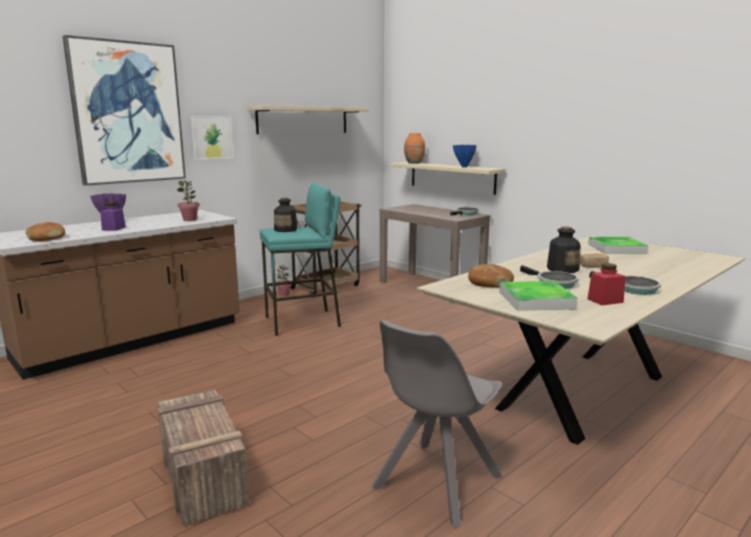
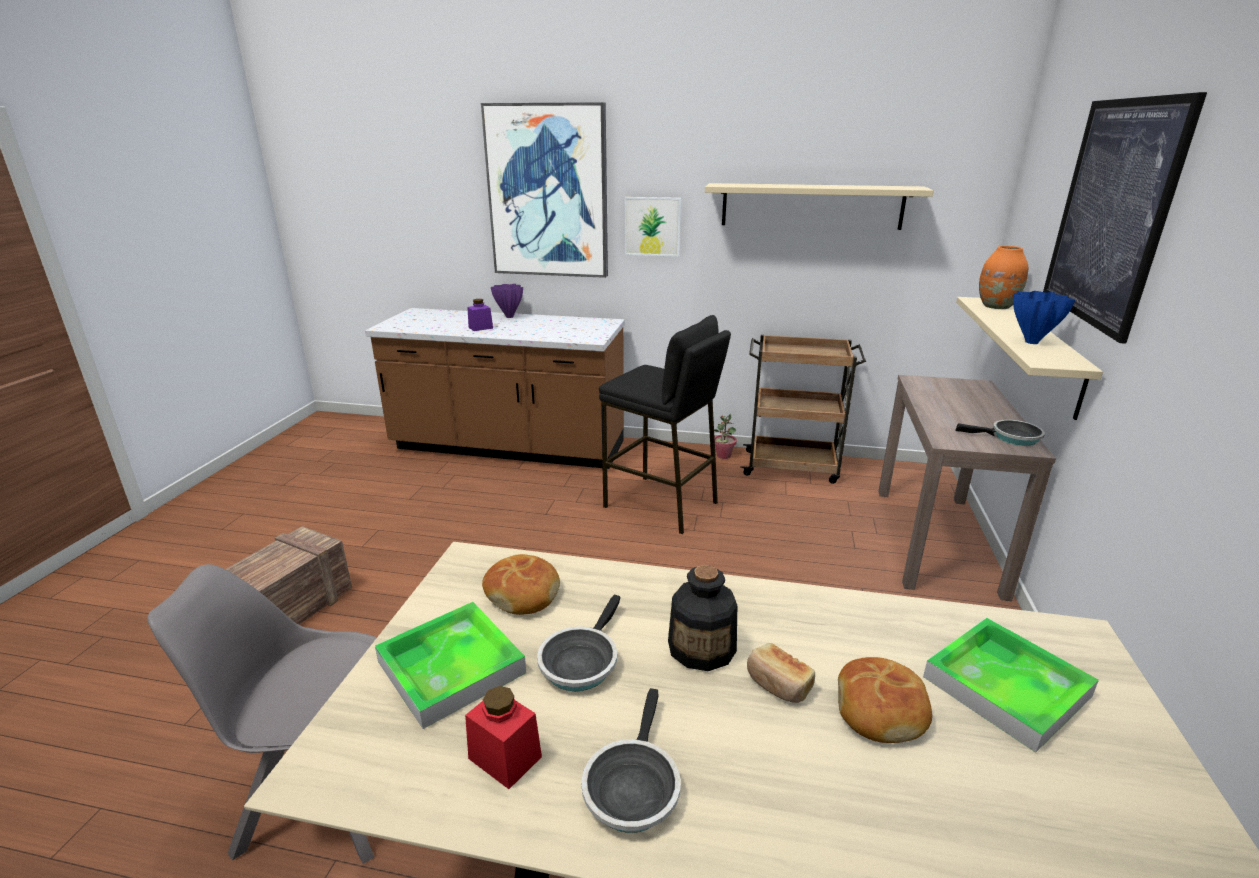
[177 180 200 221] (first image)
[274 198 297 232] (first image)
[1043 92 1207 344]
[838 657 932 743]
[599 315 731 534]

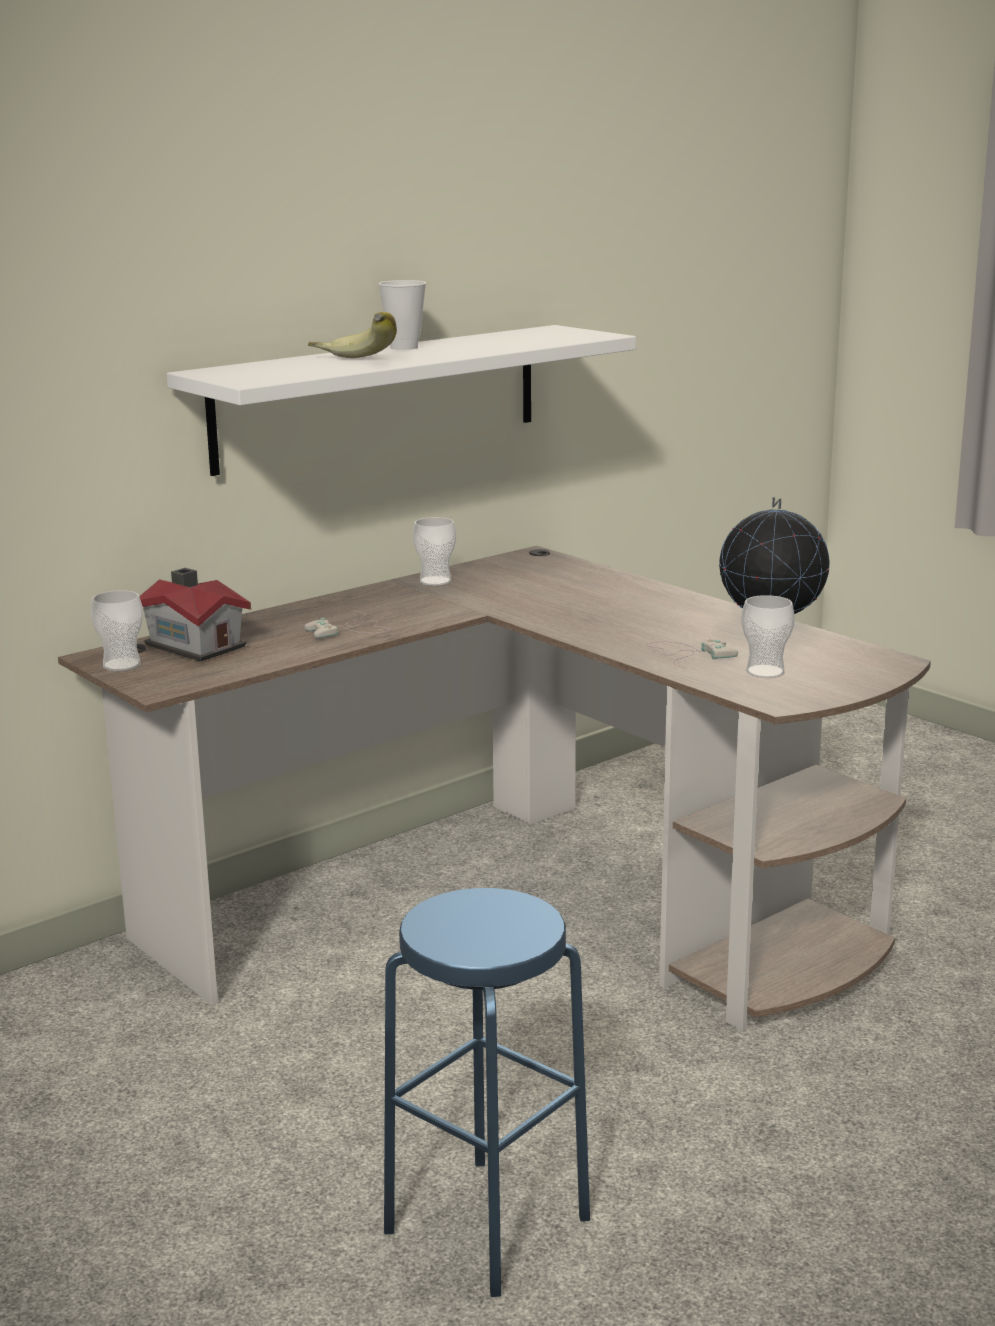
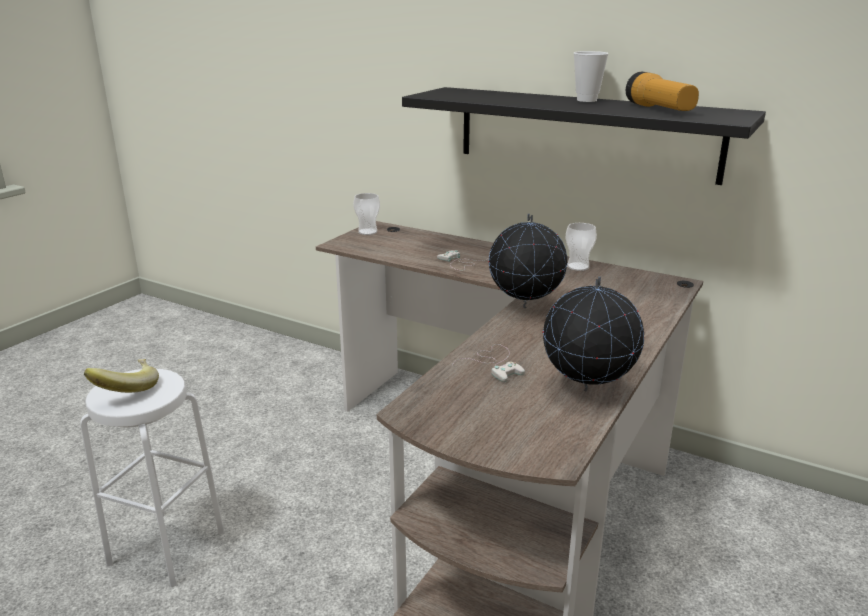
[139 568 251 661] (first image)
[741 595 795 678] (first image)
[488 213 567 308]
[626 72 699 111]
[84 359 159 393]
[402 87 766 185]
[80 369 224 587]

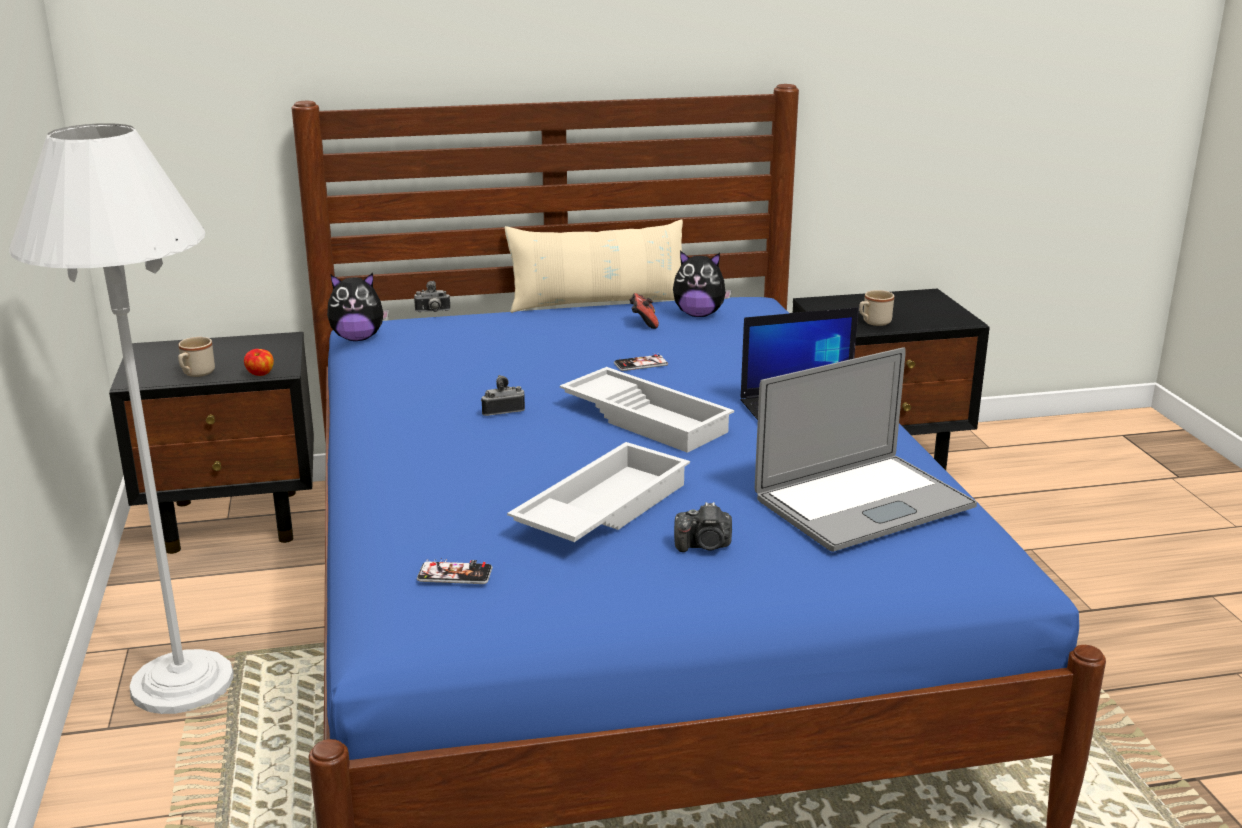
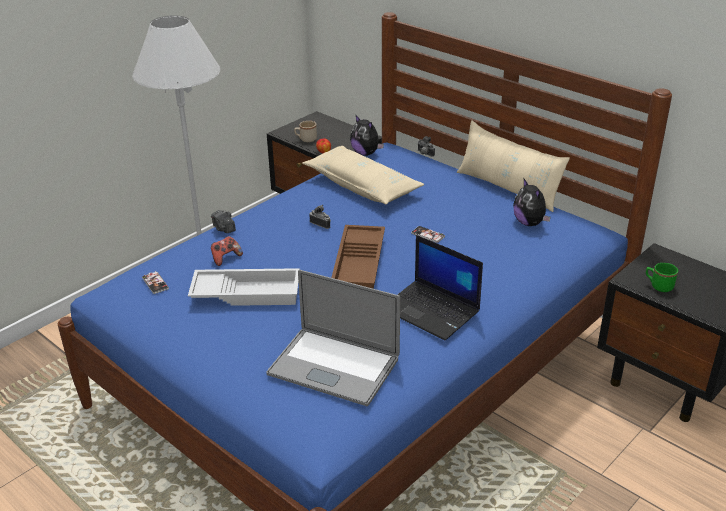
[302 146 424 205]
[211 236 243 266]
[211 210 236 233]
[331 225 385 289]
[646 263 678 292]

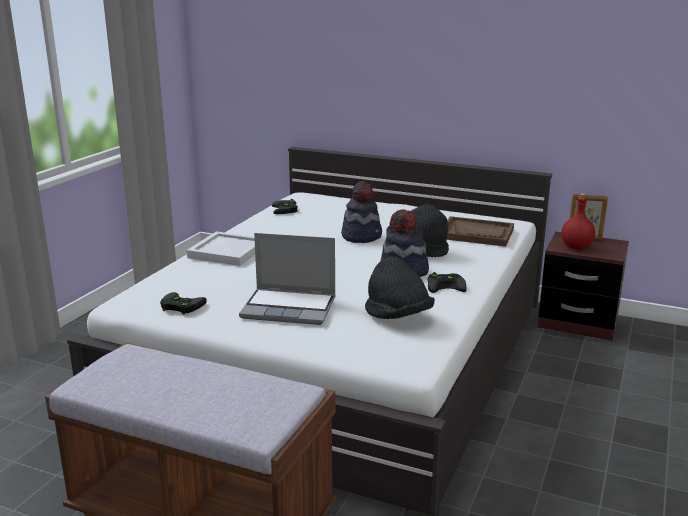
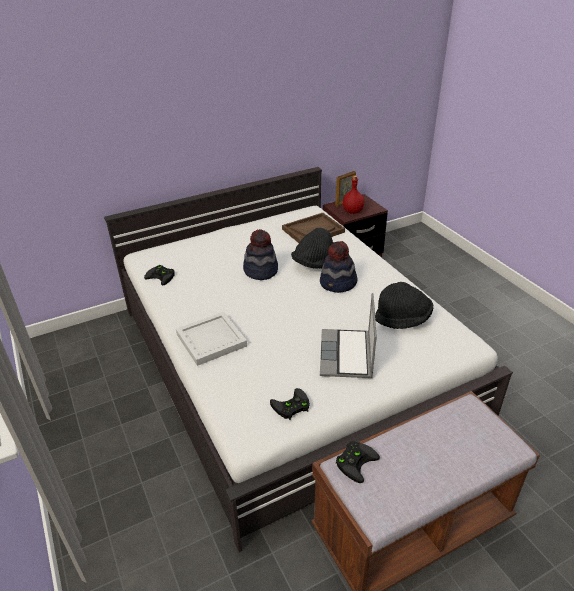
[336 441 380 483]
[320 293 377 378]

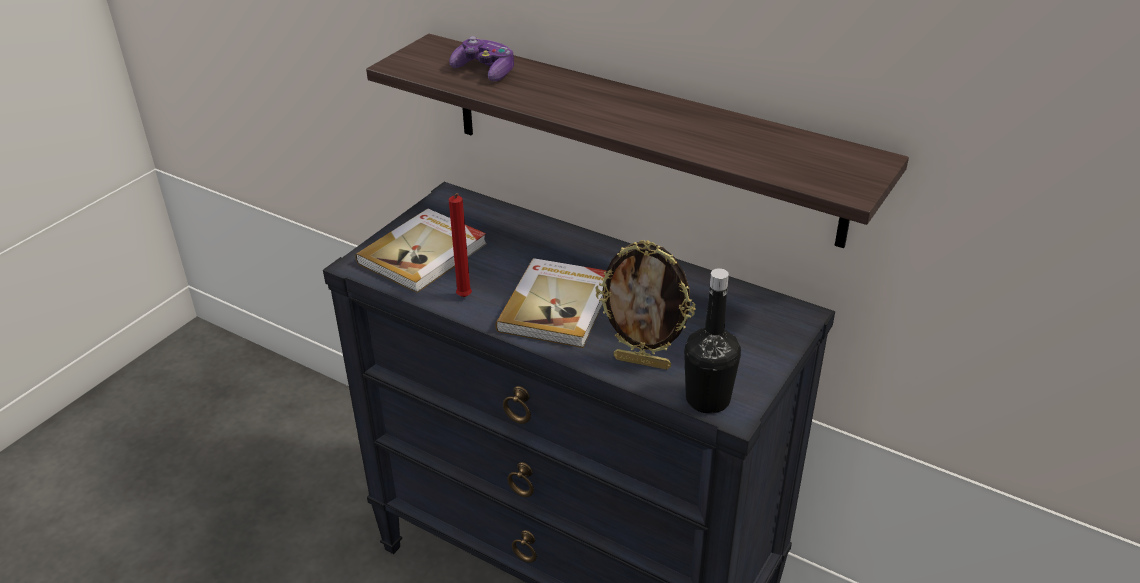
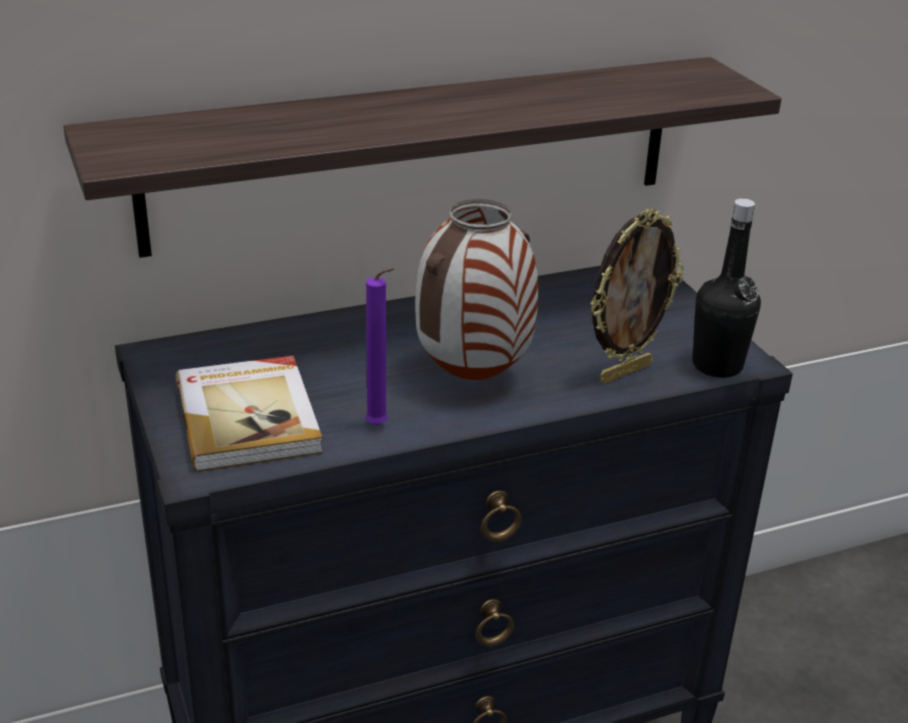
[449 36 514 81] (first image)
[415 199 538 380]
[365 268 394 426]

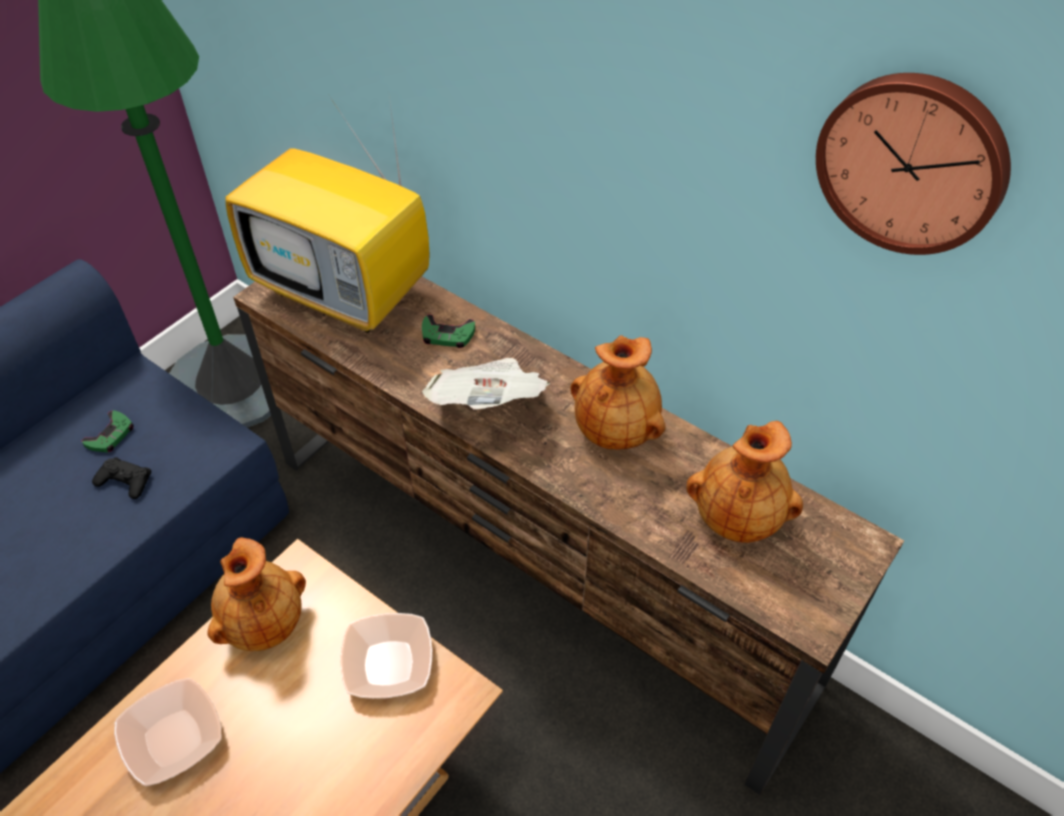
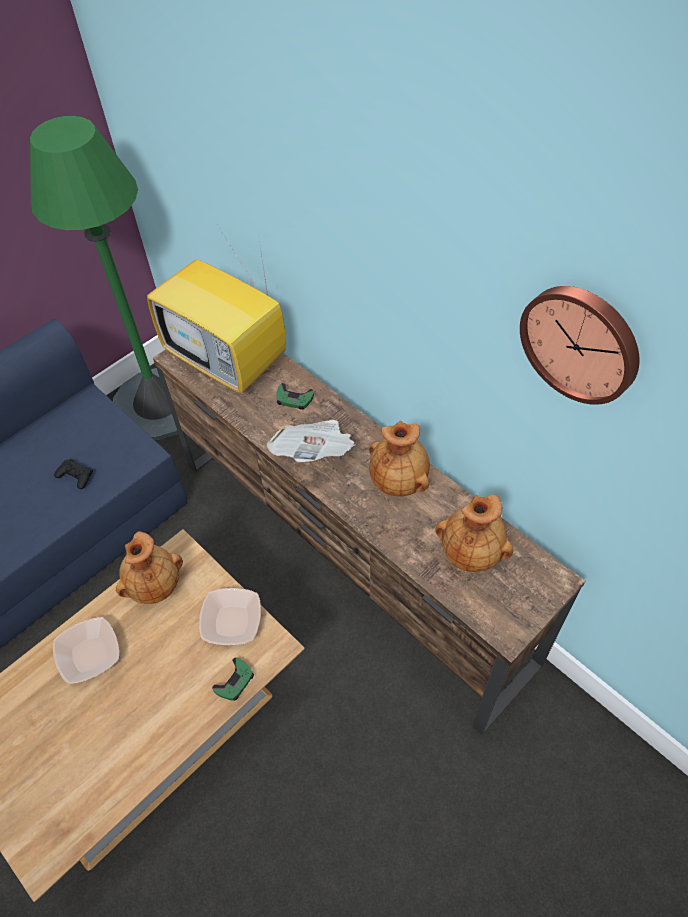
[212 657 254 701]

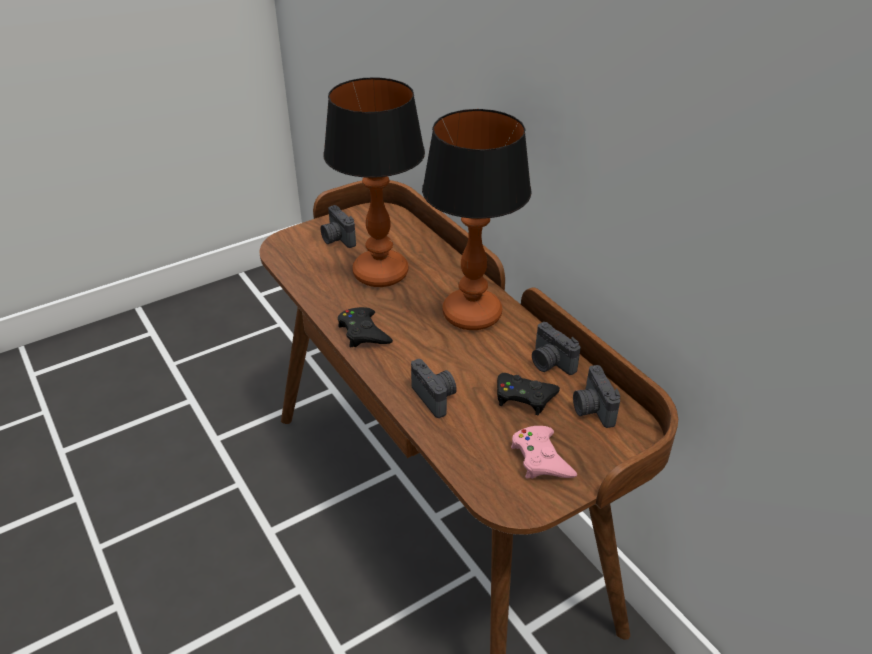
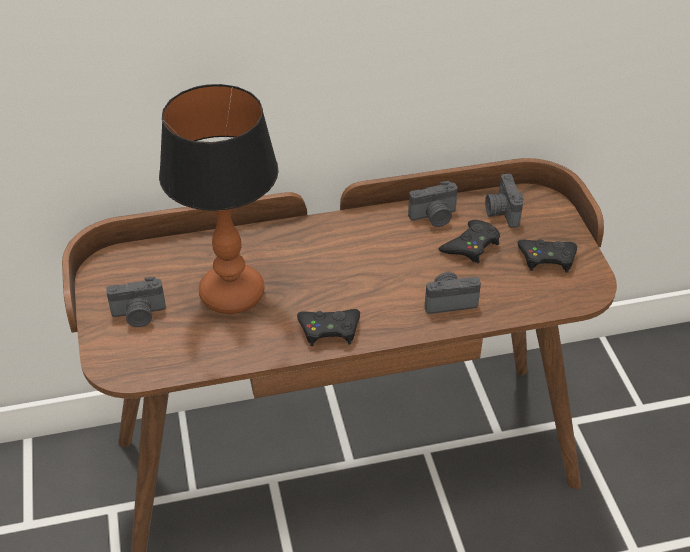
[422 109 532 330] (first image)
[518 239 577 273]
[485 174 524 228]

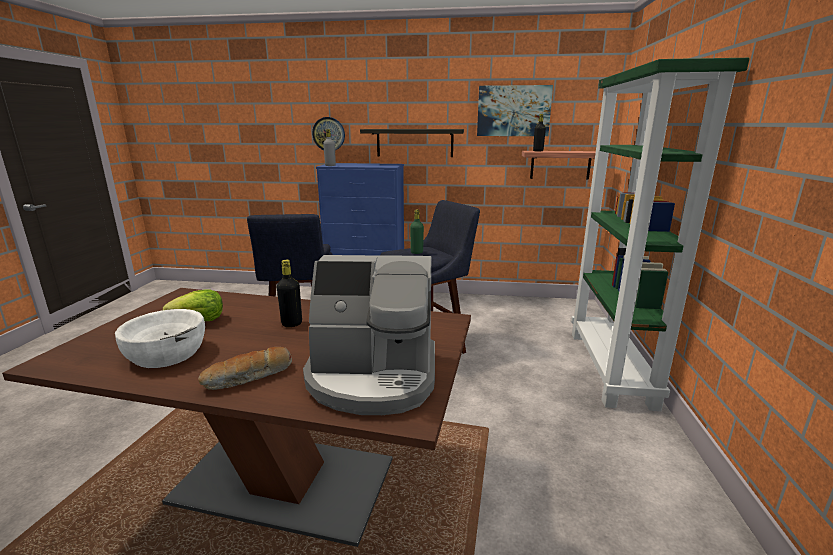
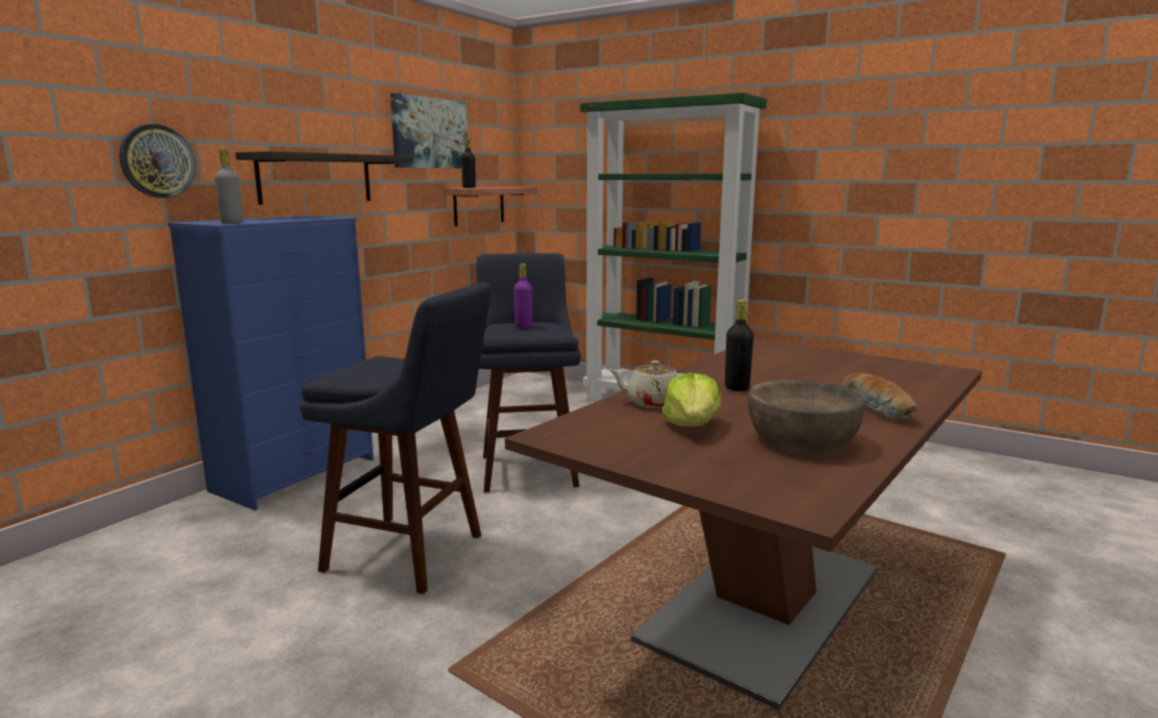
[303 255 435 415] (first image)
[608 361 683 408]
[748 380 865 455]
[514 263 533 328]

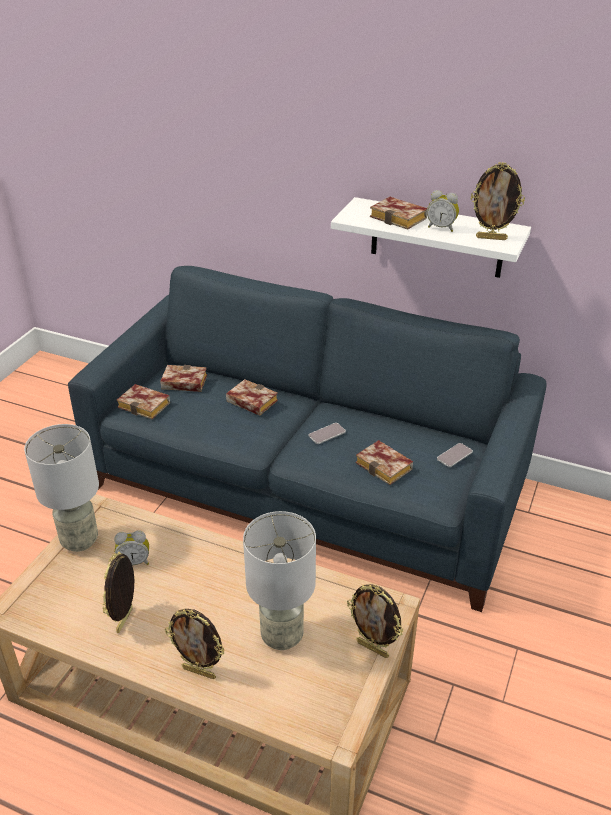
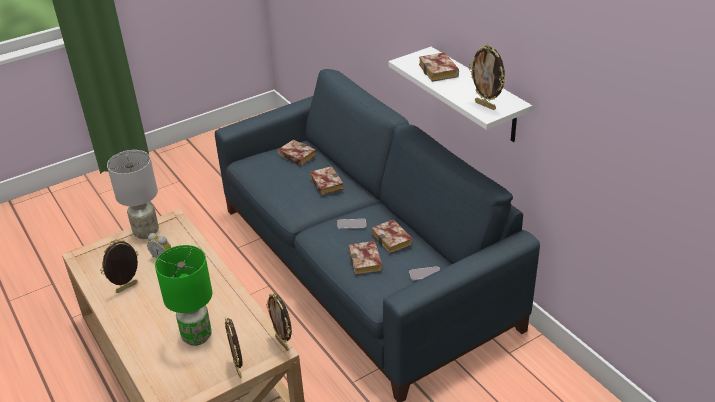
[427 190 459 232] (first image)
[371 219 413 254]
[266 293 292 351]
[155 245 212 346]

